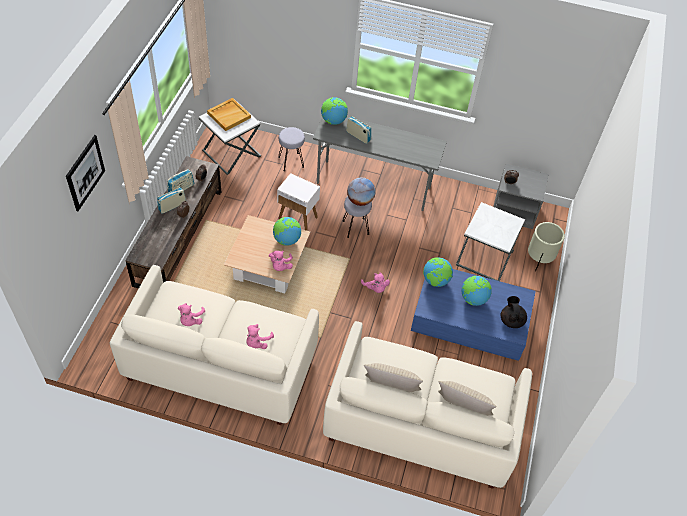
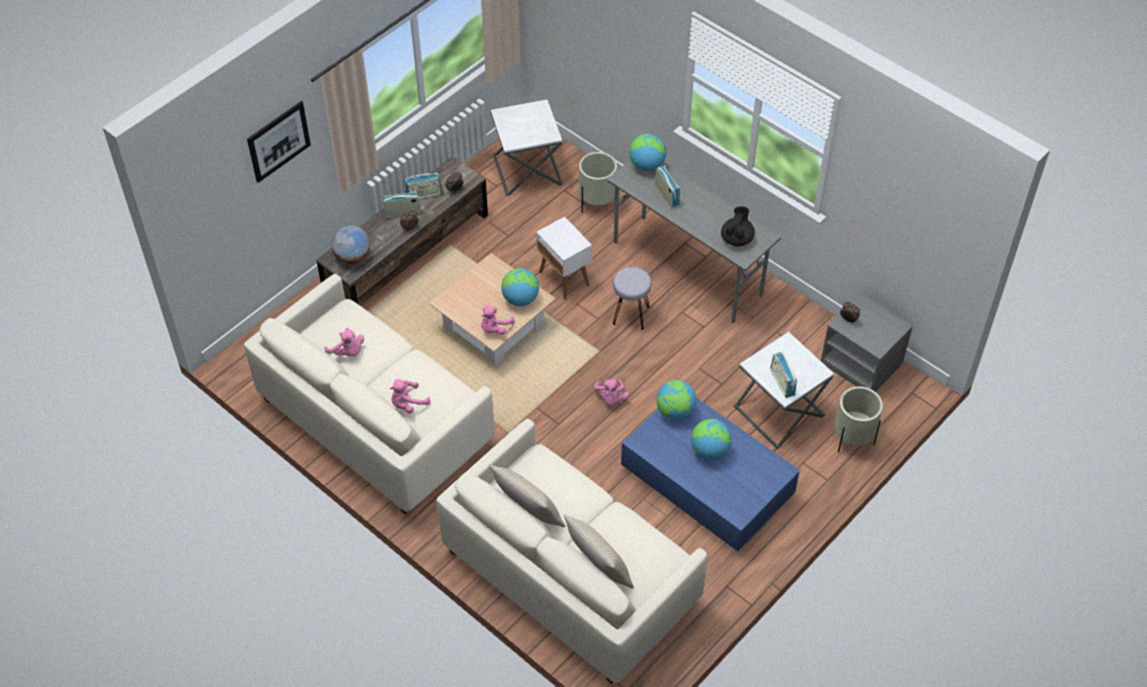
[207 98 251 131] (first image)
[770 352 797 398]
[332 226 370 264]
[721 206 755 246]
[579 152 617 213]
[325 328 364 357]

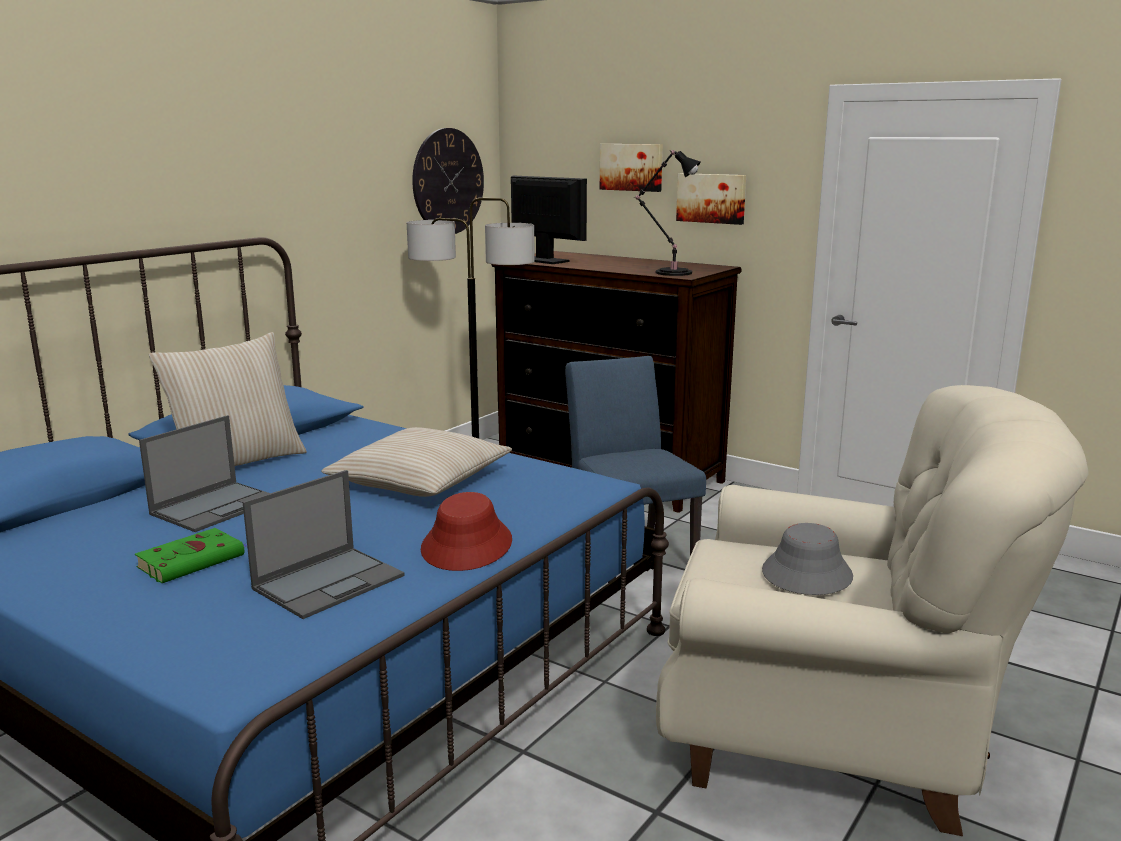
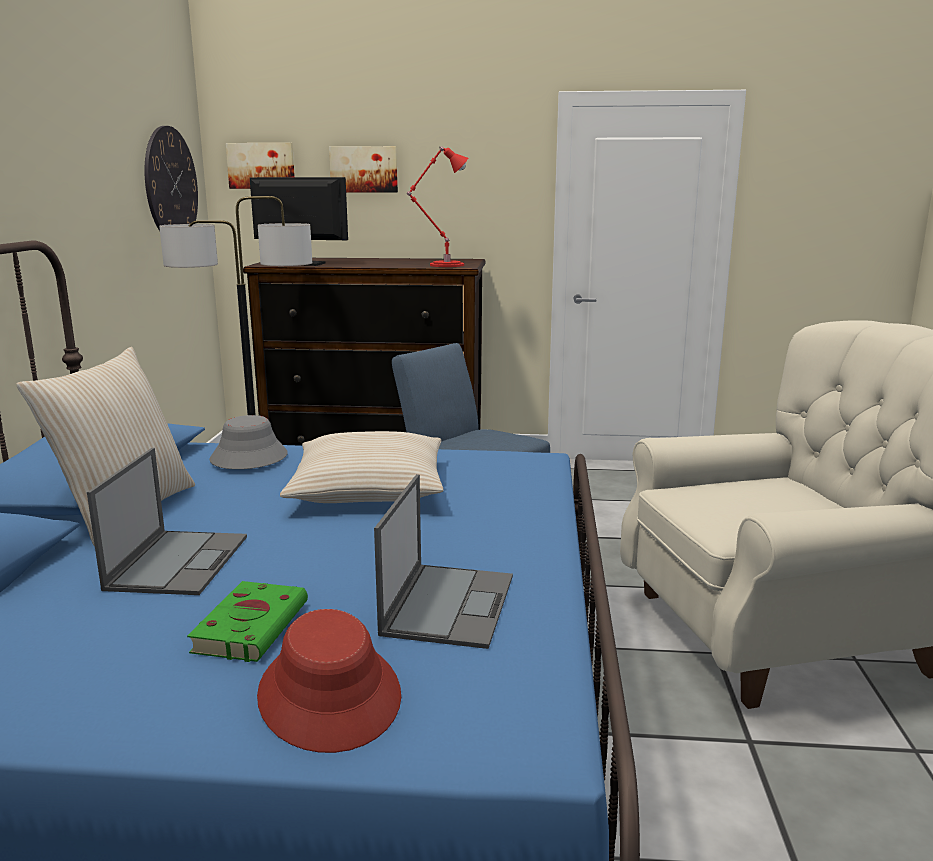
[257 609 401 753]
[226 143 295 189]
[210 415 288 469]
[406 147 468 267]

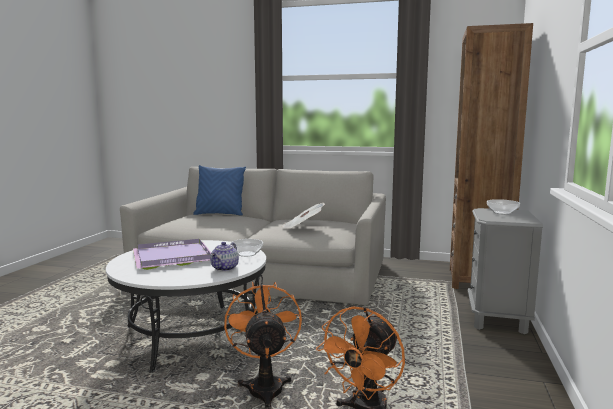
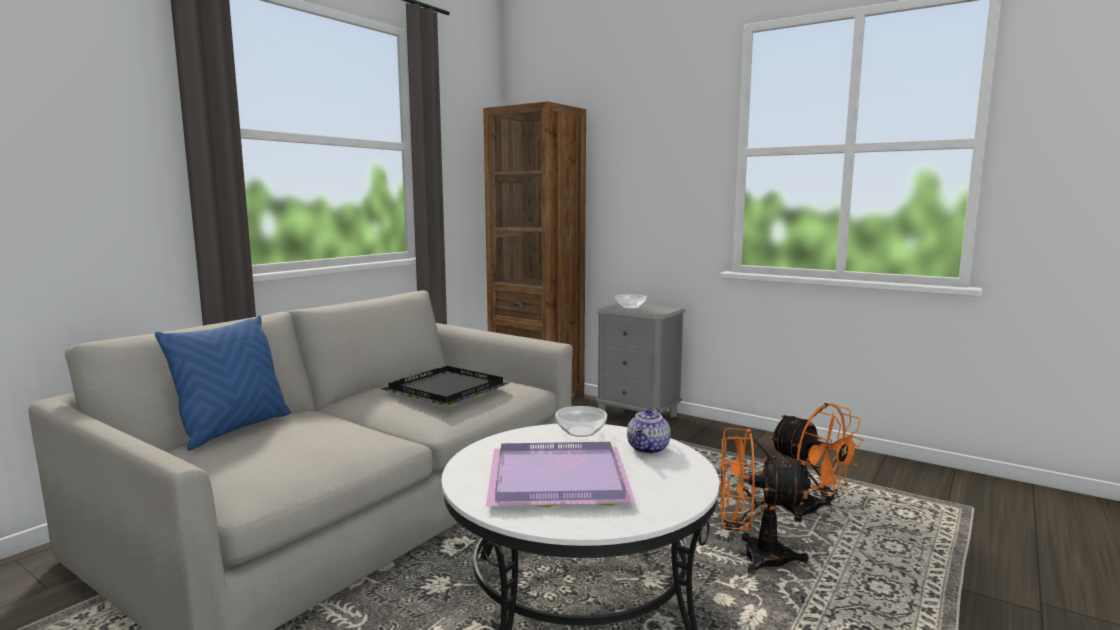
[382 366 509 406]
[627 408 670 454]

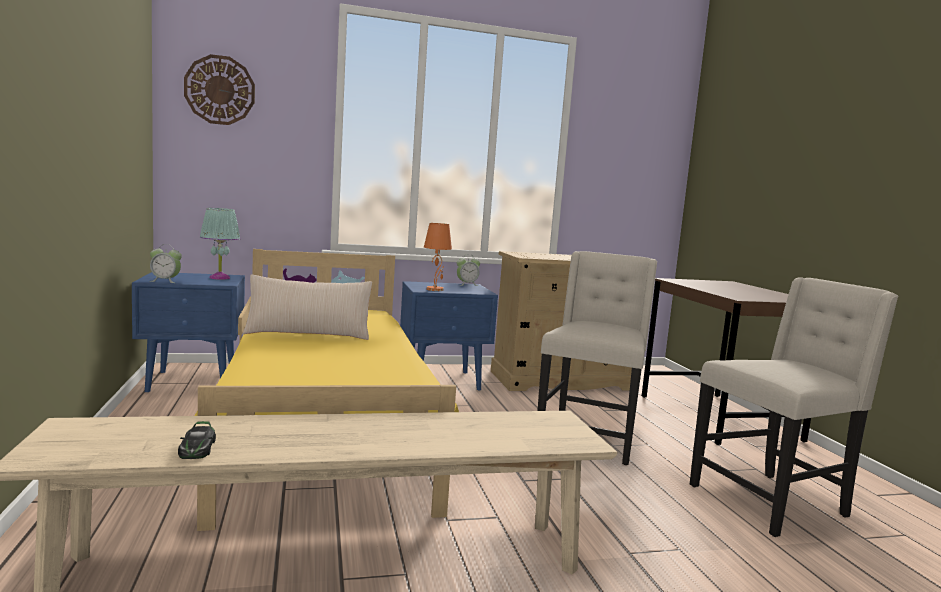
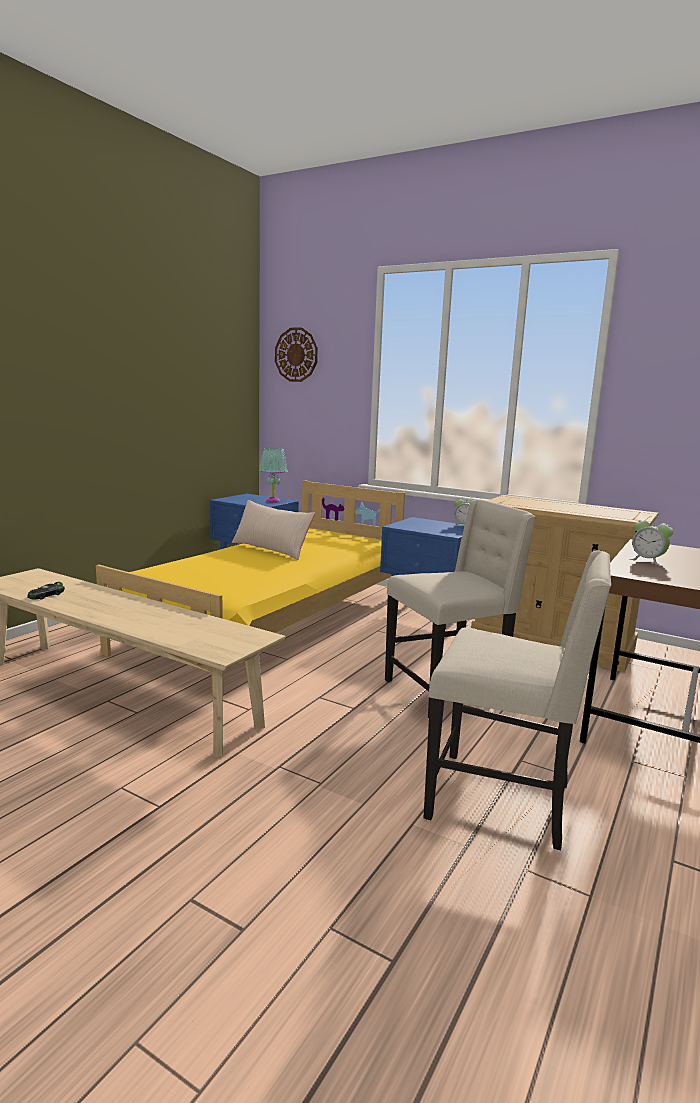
[424 223 452 291] (first image)
[630 516 673 566]

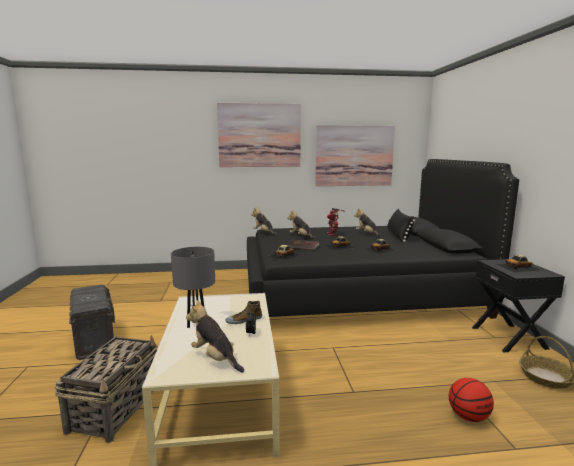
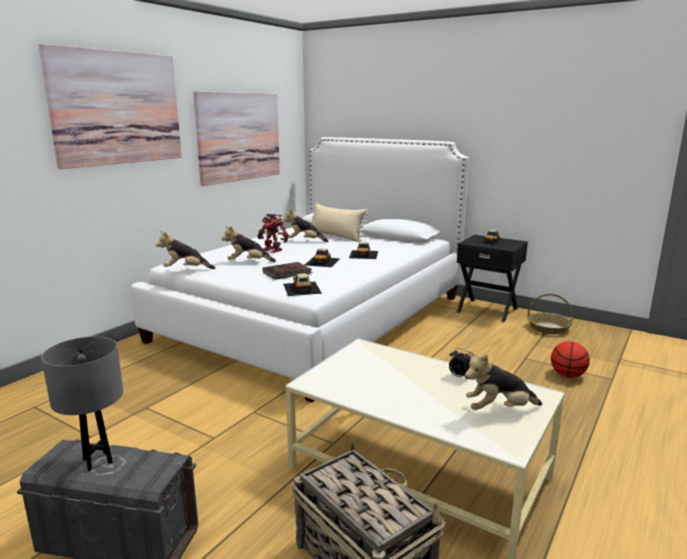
[226 301 262 324] (first image)
[41 336 123 471]
[131 137 469 403]
[311 203 369 242]

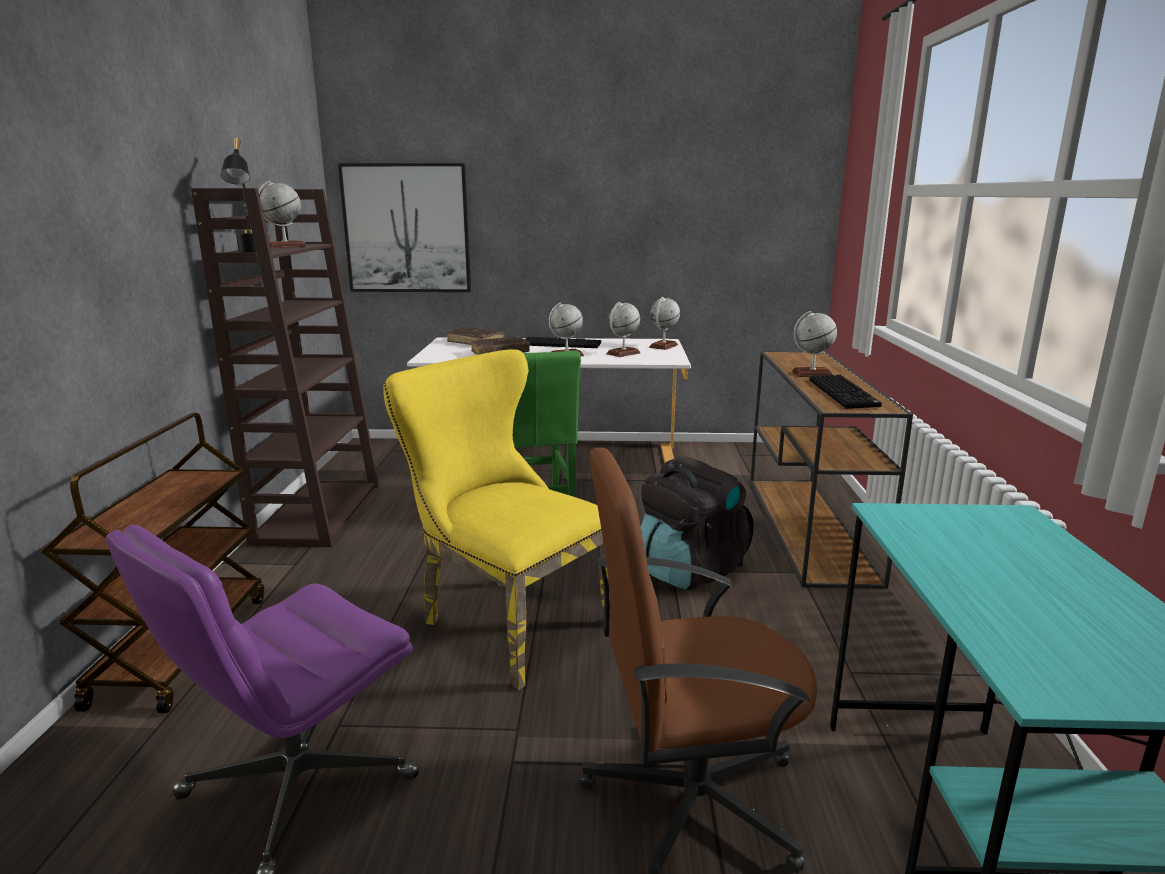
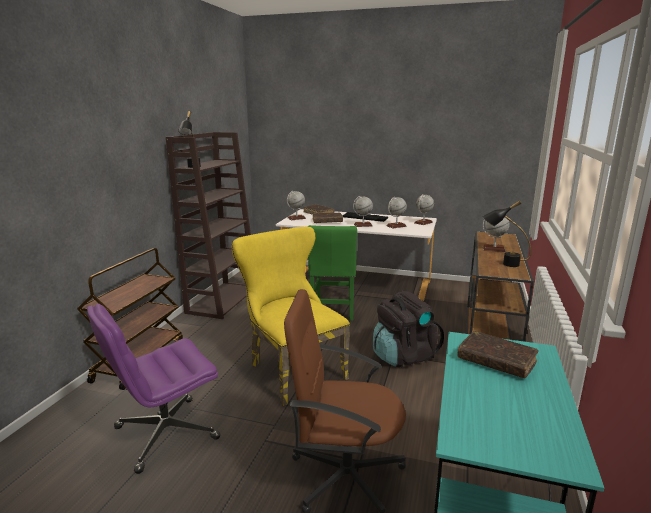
[338 163 471 292] (first image)
[457 331 539 378]
[287 191 306 220]
[482 201 531 267]

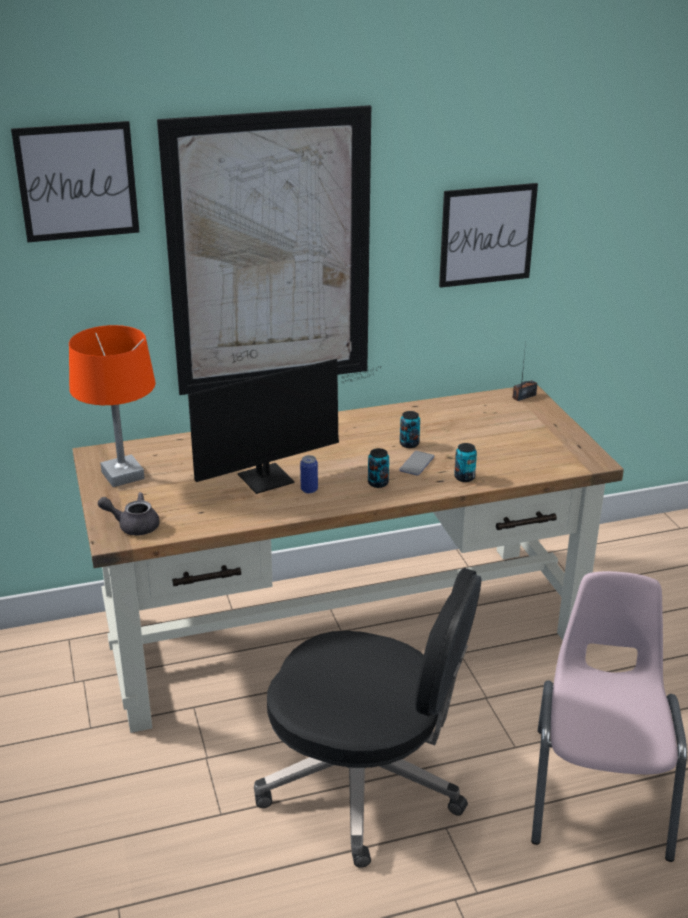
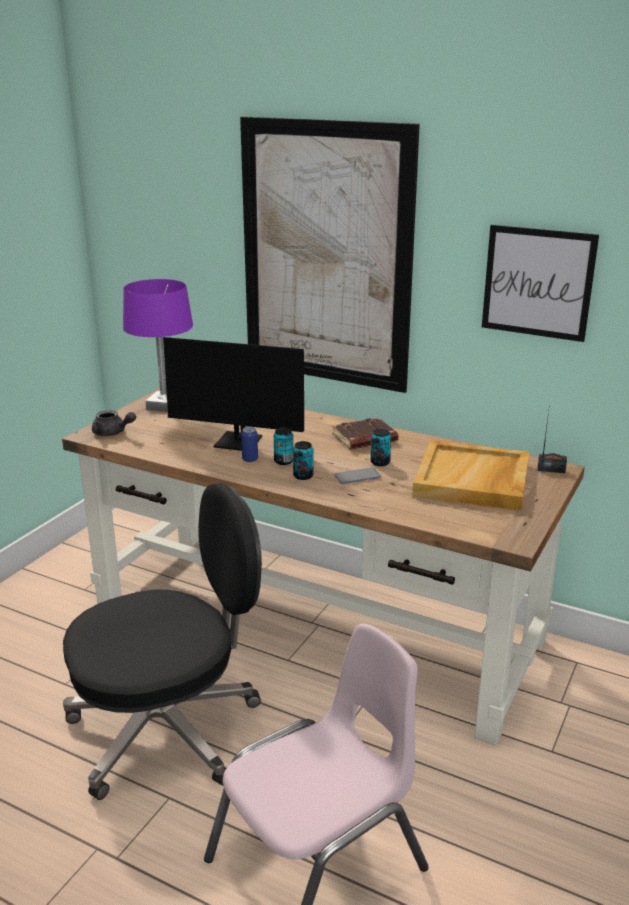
[11 121 139 242] (first image)
[332 418 398 449]
[412 440 529 511]
[274 428 294 465]
[123 279 193 412]
[92 410 136 436]
[63 483 262 800]

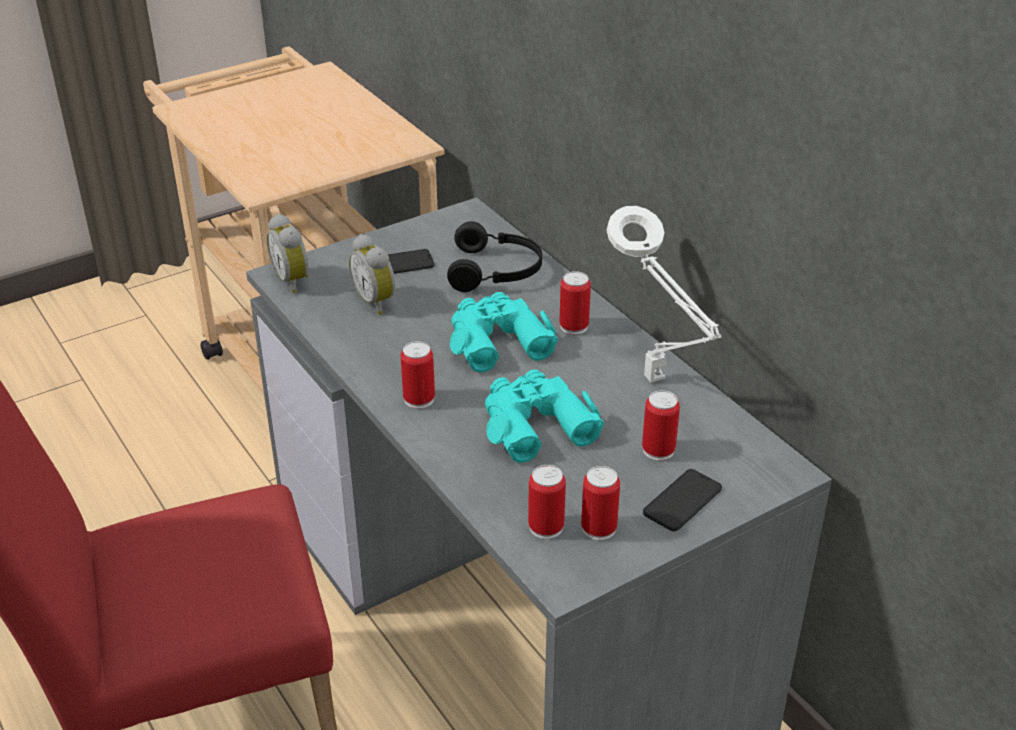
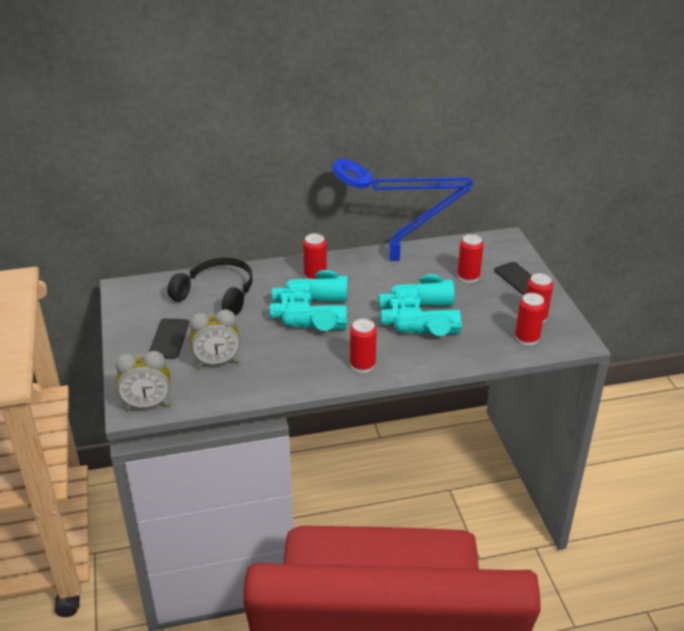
[332 159 473 261]

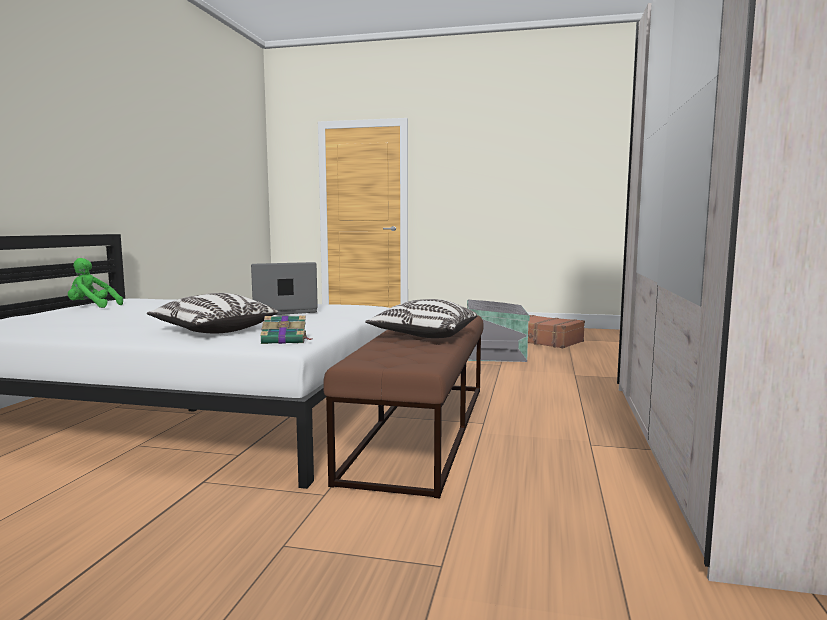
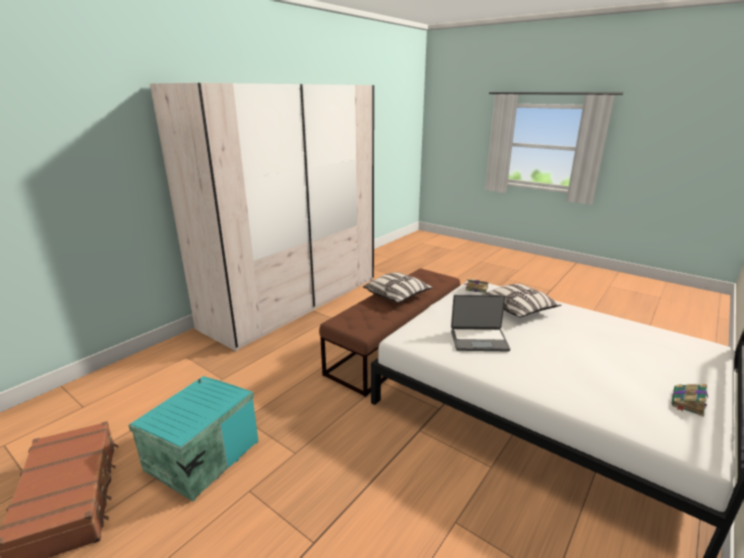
[671 384 708 417]
[128 376 259 502]

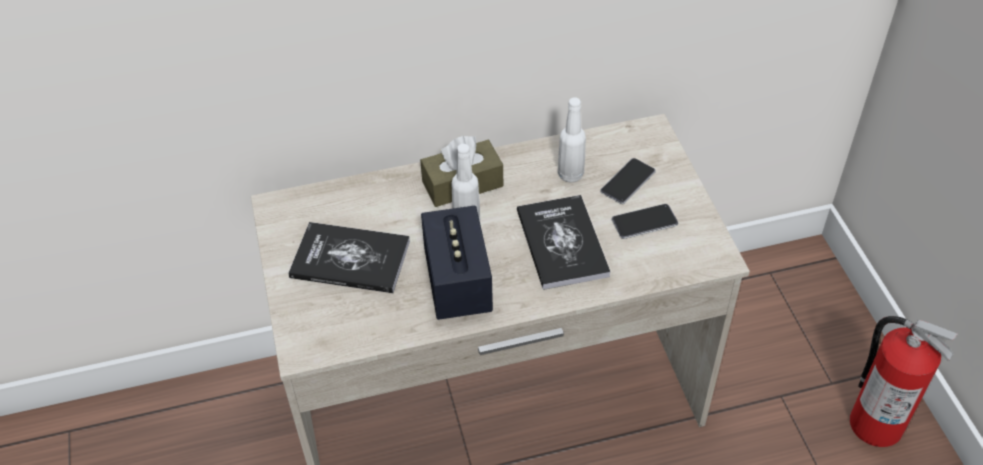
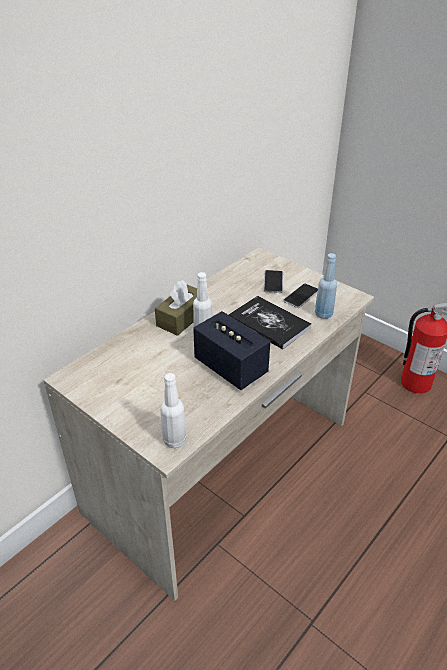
[289 222 410 293] (first image)
[315 253 337 319]
[160 373 187 448]

